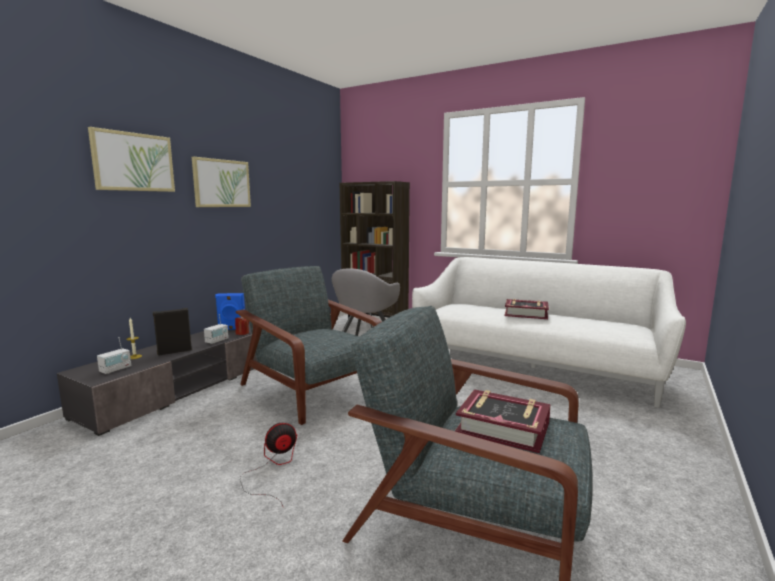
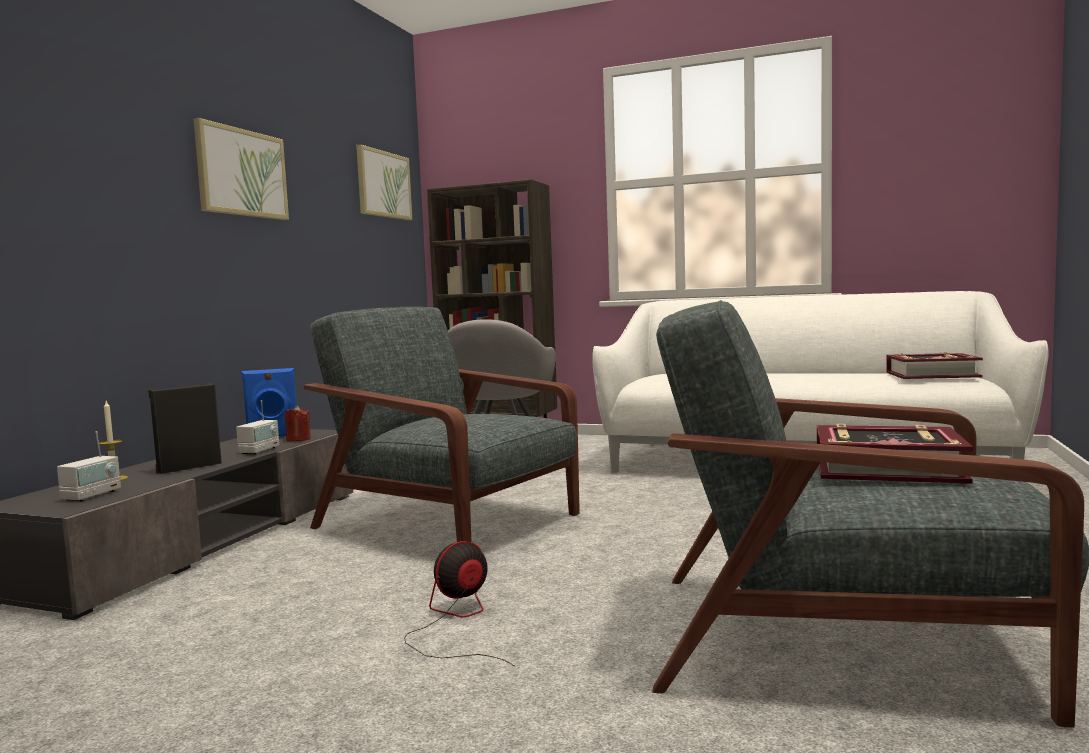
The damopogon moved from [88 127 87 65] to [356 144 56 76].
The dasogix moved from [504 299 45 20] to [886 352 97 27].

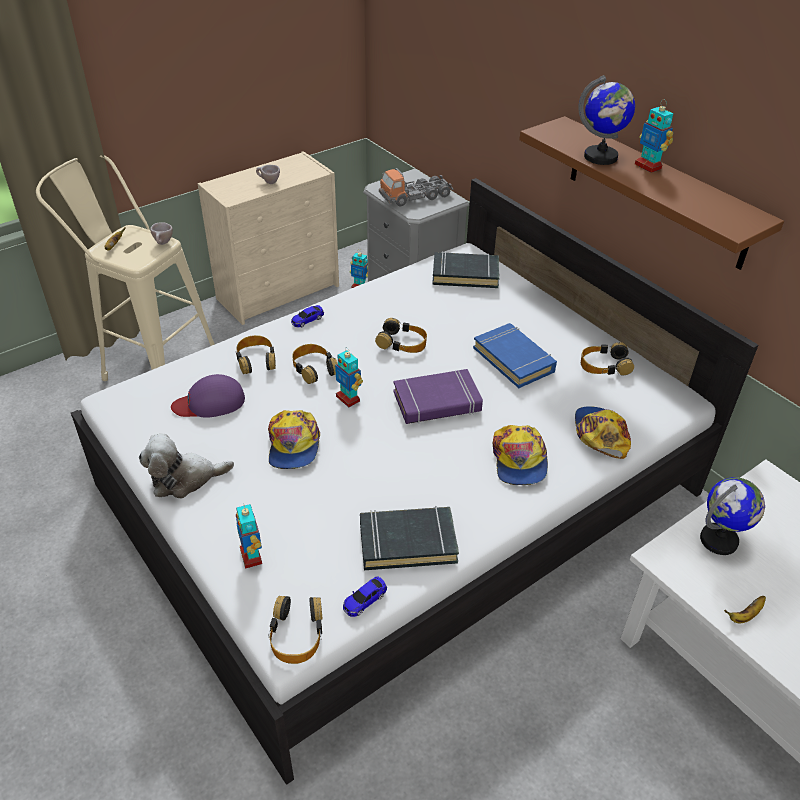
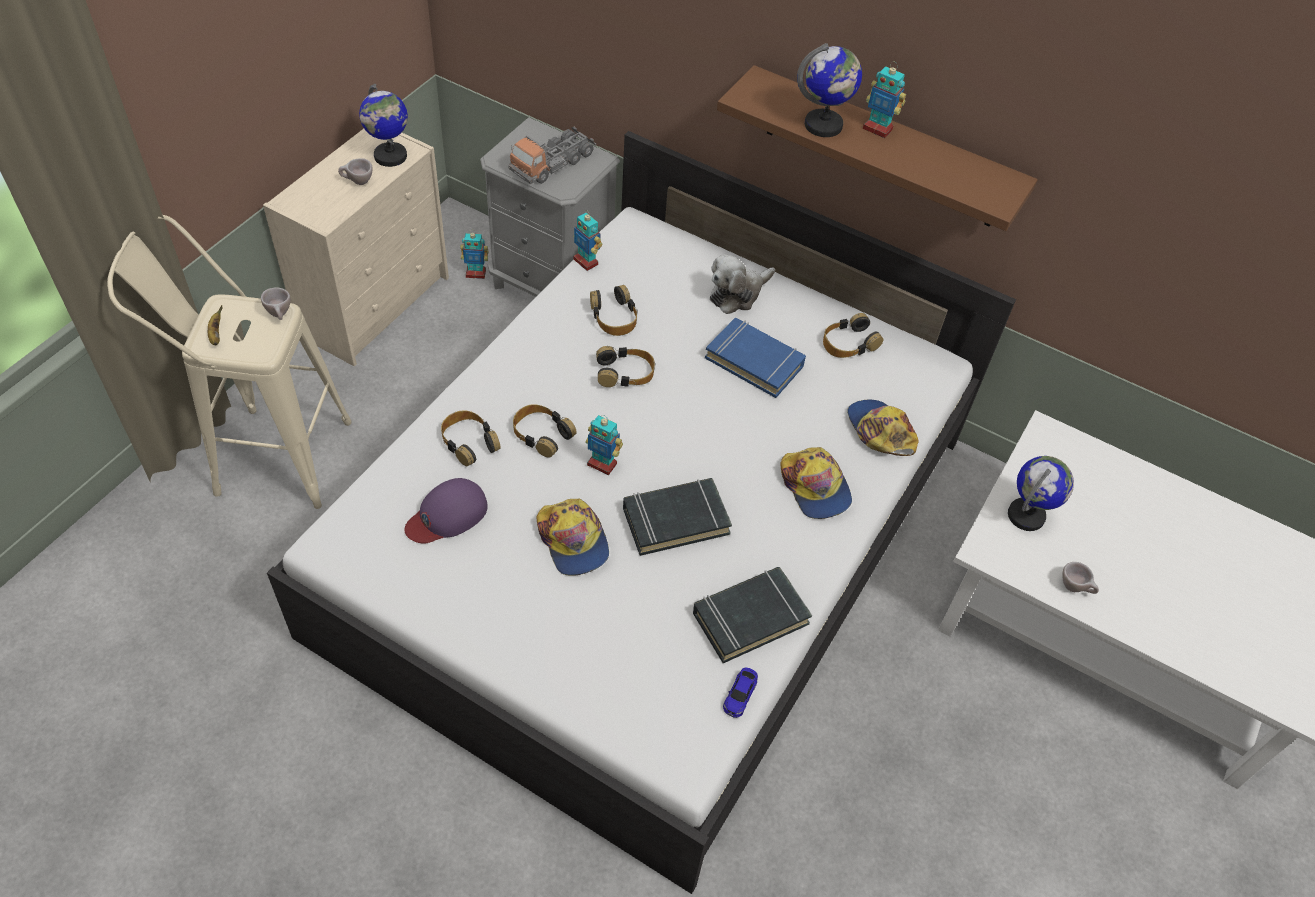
The black dasogix moved from [432 251 68 37] to [623 478 109 78].
The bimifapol at [291 305 33 22] disappeared.
The purple dasogix at [393 369 90 55] disappeared.
The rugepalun moved from [139 434 95 65] to [710 254 65 60].
The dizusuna moved from [236 504 26 65] to [573 210 29 61].
The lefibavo moved from [268 596 55 68] to [590 285 47 51].
The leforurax at [724 596 42 27] was replaced by the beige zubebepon at [1063 562 36 32].
The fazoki at [359 84 49 83] appeared.

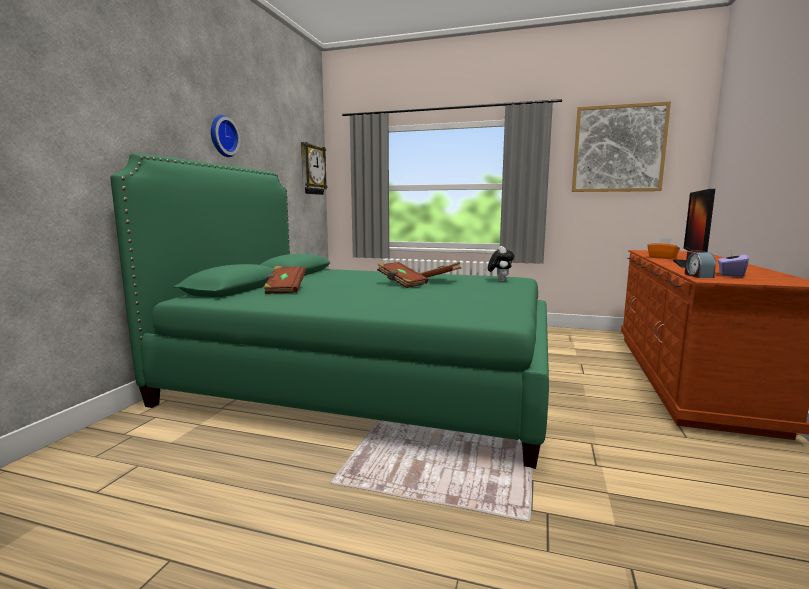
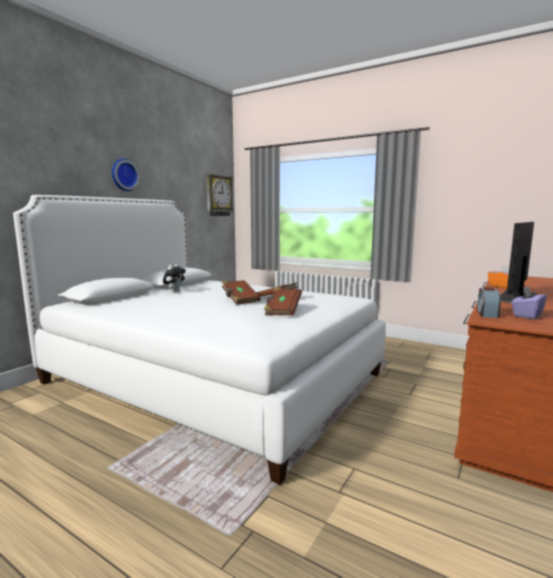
The damopogon at [572 101 99 91] disappeared.
The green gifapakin at [110 153 439 316] became the white gifapakin at [13 195 373 290].
The rugepalun moved from [488 246 27 35] to [163 264 23 28].
The brown dasogix moved from [263 266 43 28] to [264 288 38 28].

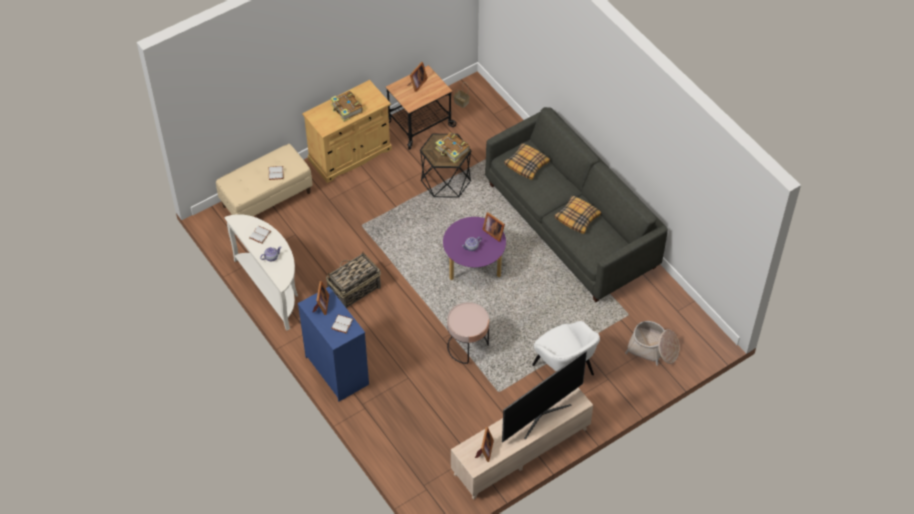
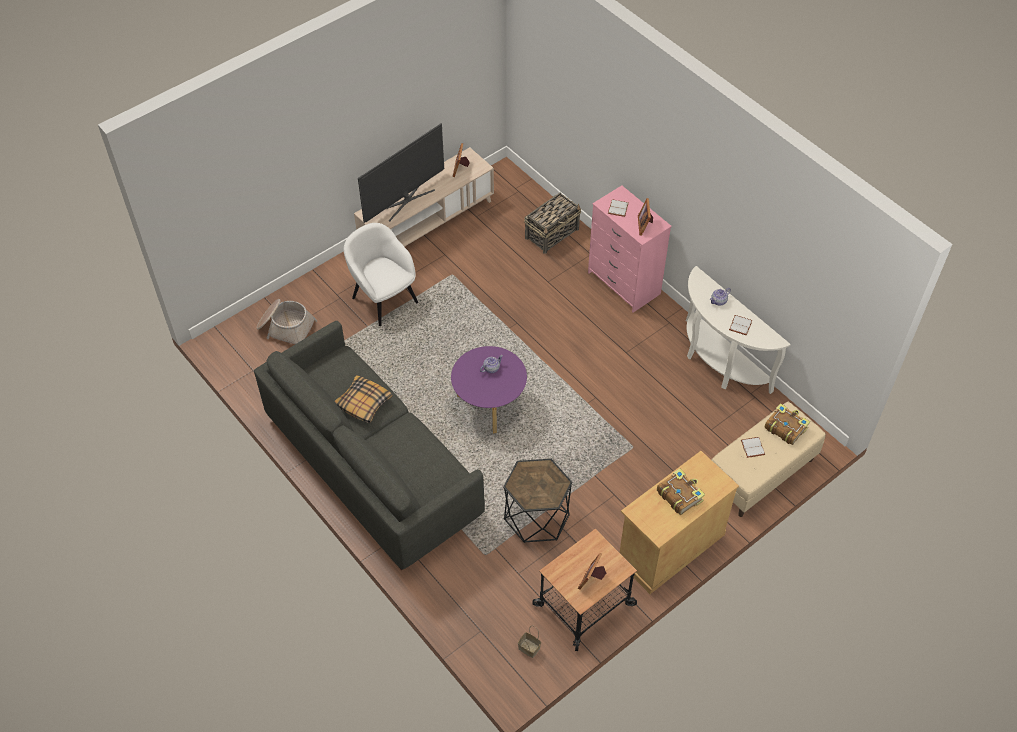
The dasogix moved from [435 132 35 31] to [764 403 46 42].
The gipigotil at [504 143 46 37] disappeared.
The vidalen at [482 212 23 30] disappeared.
The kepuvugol moved from [326 252 55 56] to [524 193 57 61].
The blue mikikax at [298 287 71 114] became the pink mikikax at [588 185 84 128].
The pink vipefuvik at [447 302 42 62] disappeared.

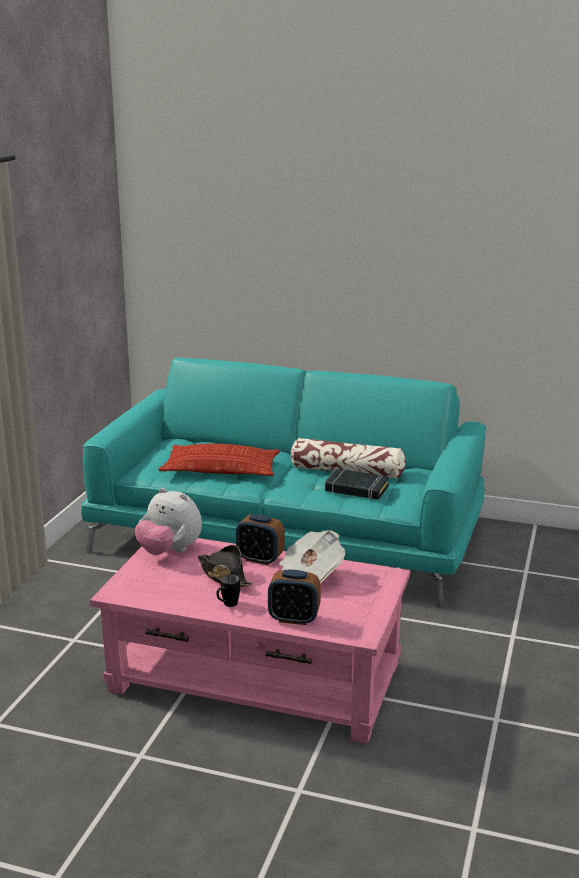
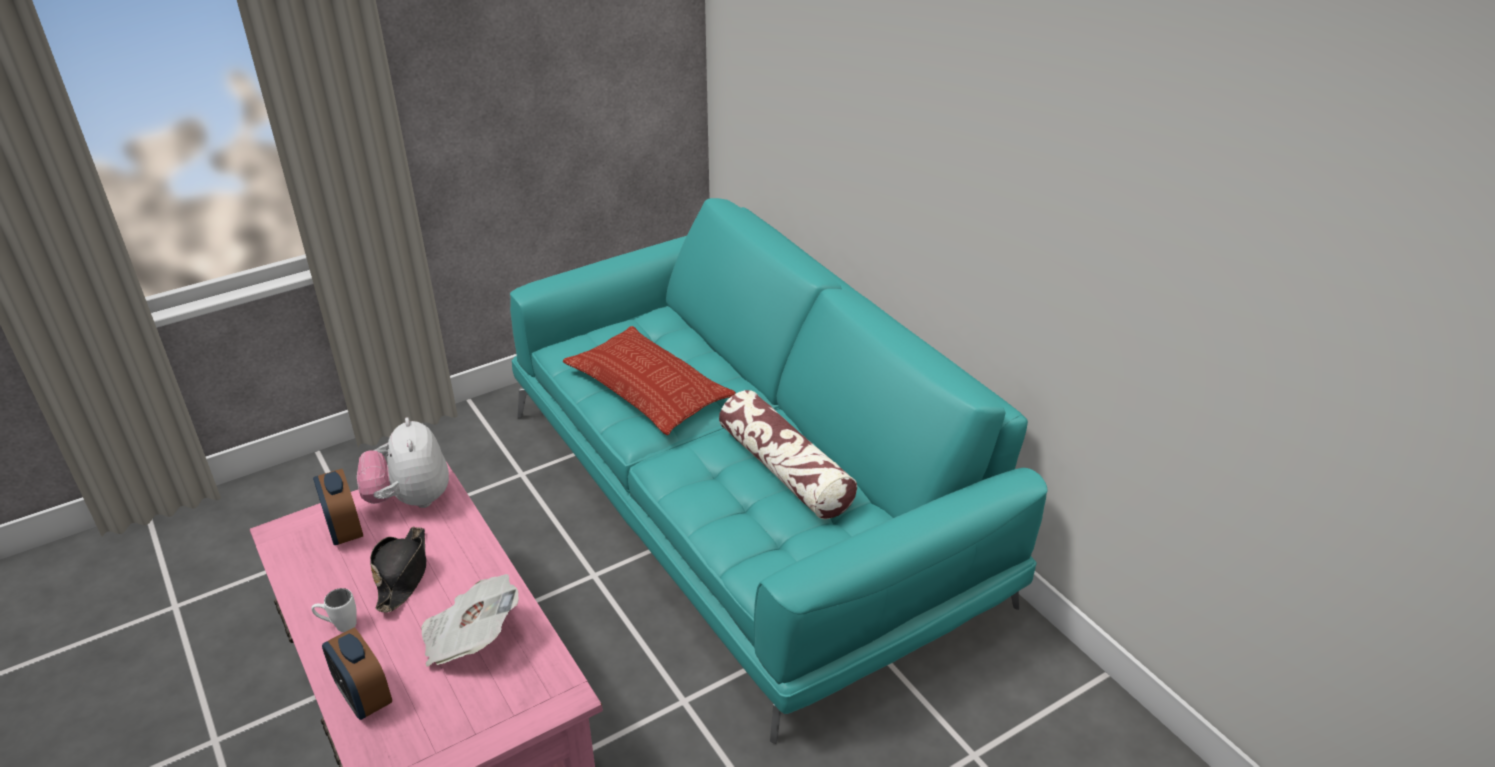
The black dasogix at [325 468 64 32] disappeared.
The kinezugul moved from [236 514 49 51] to [313 469 50 76].
The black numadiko at [216 575 24 32] became the white numadiko at [311 588 46 44].

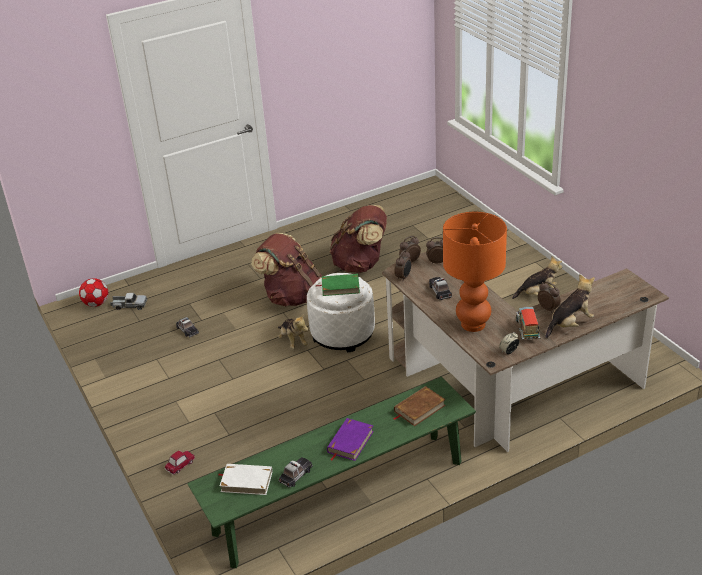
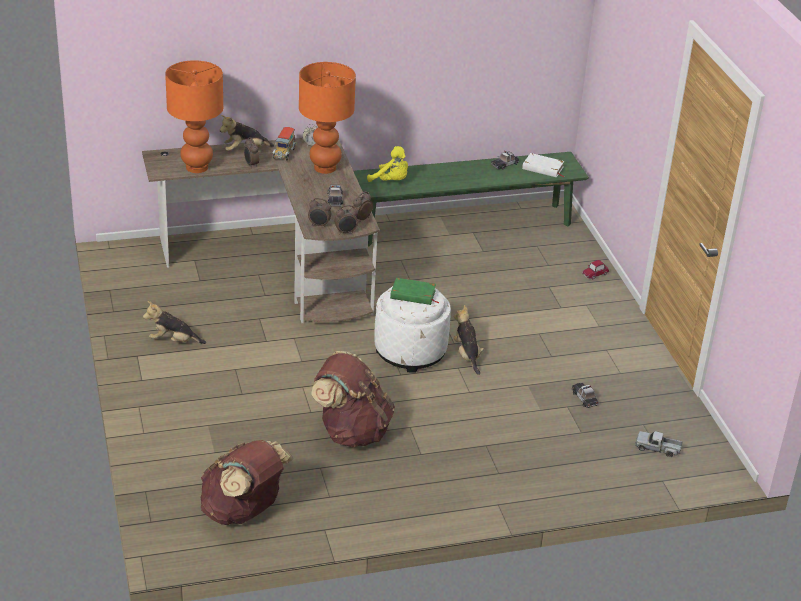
The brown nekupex moved from [251 233 71 73] to [201 440 92 85].
The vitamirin at [79 278 29 29] disappeared.
The brown dasogix at [393 386 53 40] was replaced by the yellow rugepalun at [367 146 41 36].
The purple dasogix at [327 418 47 43] disappeared.
The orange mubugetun at [165 60 58 113] appeared.

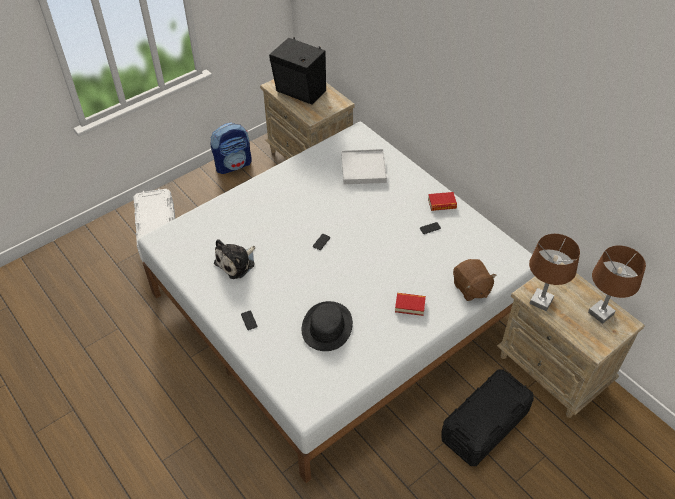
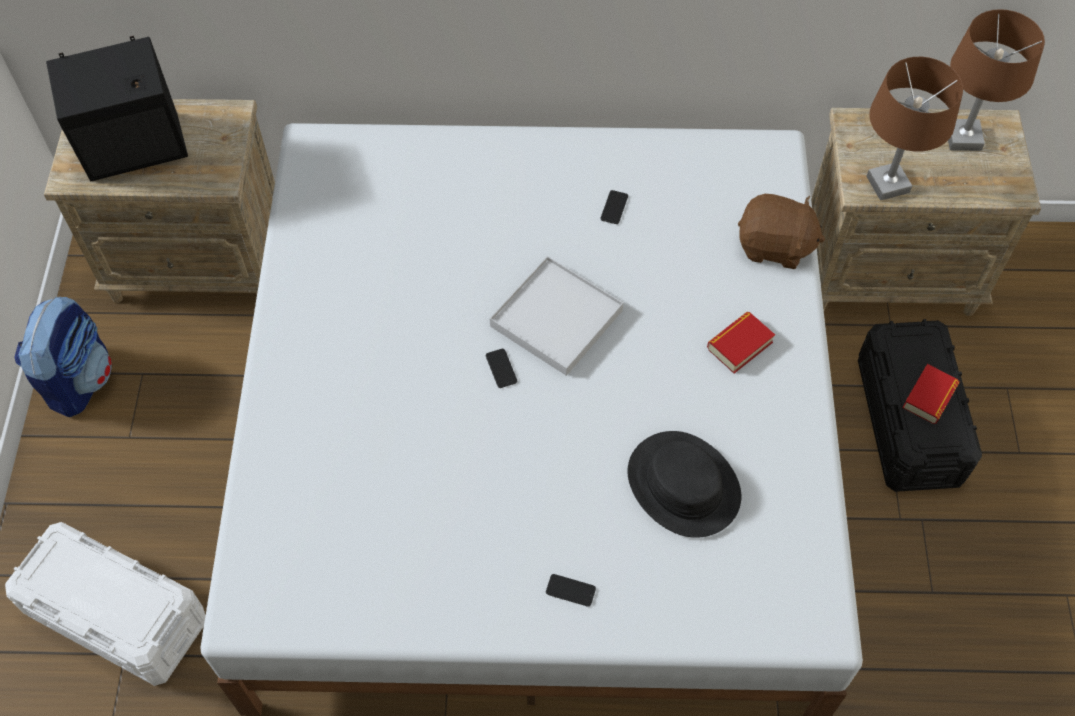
The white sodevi moved from [341 149 46 35] to [489 256 134 120].
The dasogix moved from [428 192 29 19] to [902 364 58 60].
The rugepalun at [214 239 41 40] disappeared.

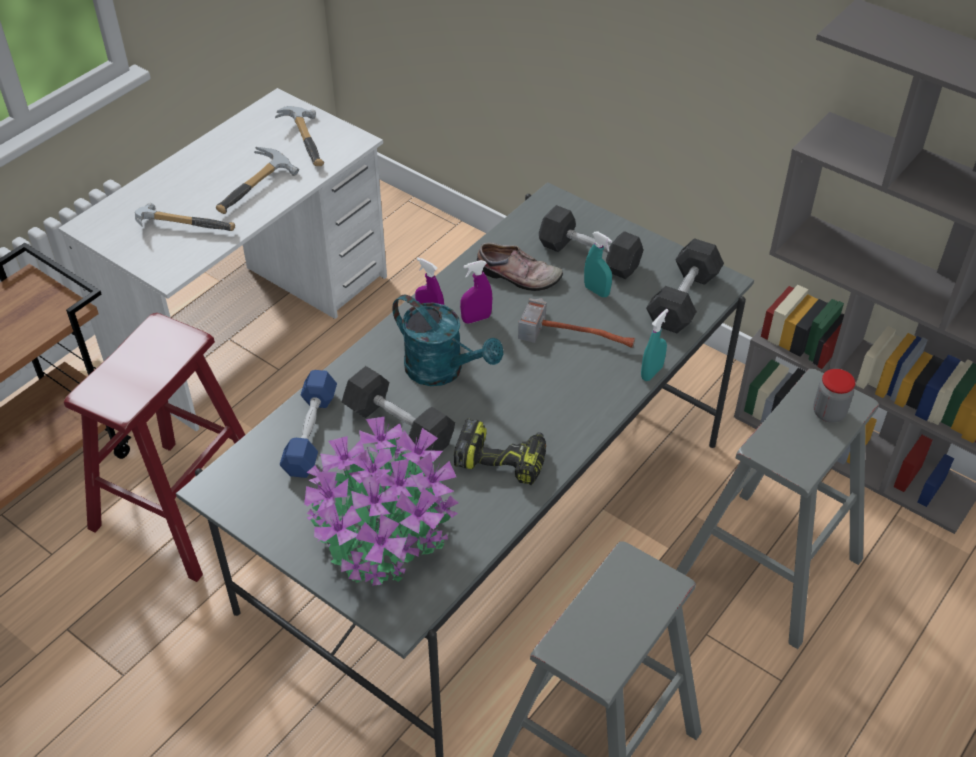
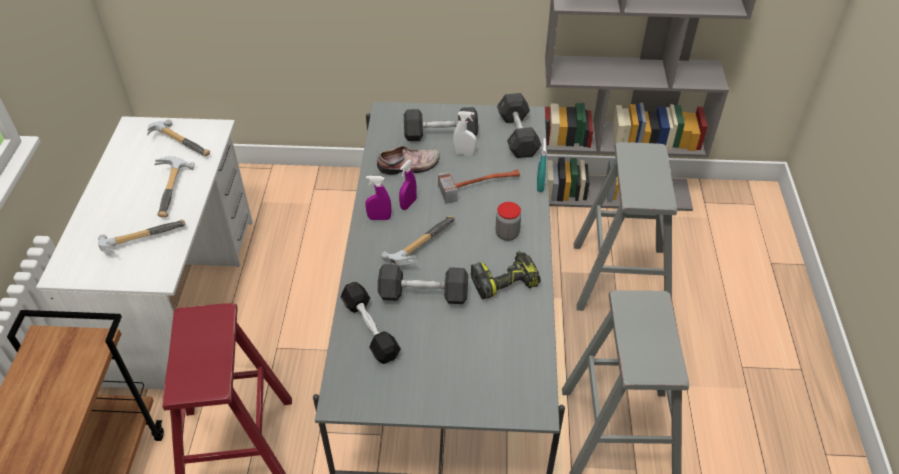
The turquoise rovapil at [584 232 28 65] became the white rovapil at [453 111 24 45].
The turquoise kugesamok at [392 295 111 91] was replaced by the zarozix at [381 216 74 49].
The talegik moved from [813 369 42 54] to [495 202 26 39].
The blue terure at [279 370 58 108] became the black terure at [341 282 60 82].
The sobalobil at [304 417 154 169] disappeared.

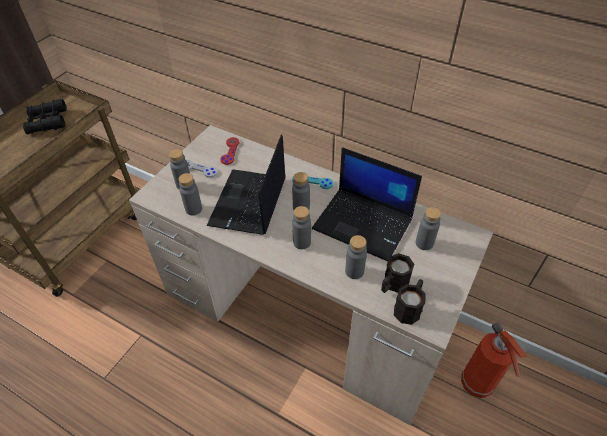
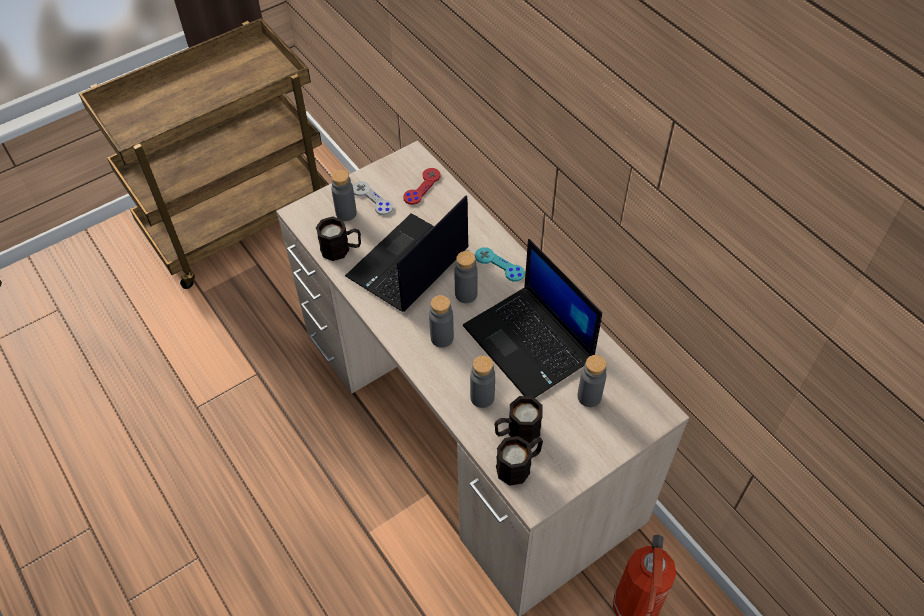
The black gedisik at [23 99 44 35] disappeared.
The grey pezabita at [178 173 24 42] was replaced by the black numadiko at [316 216 45 45].

